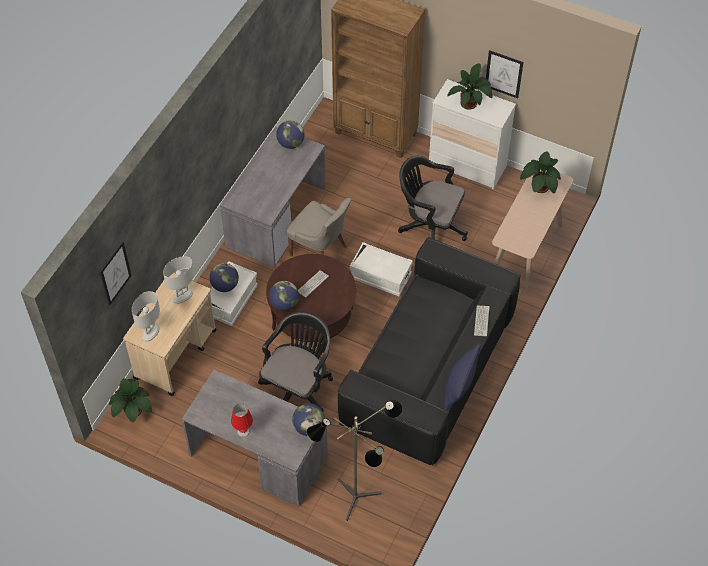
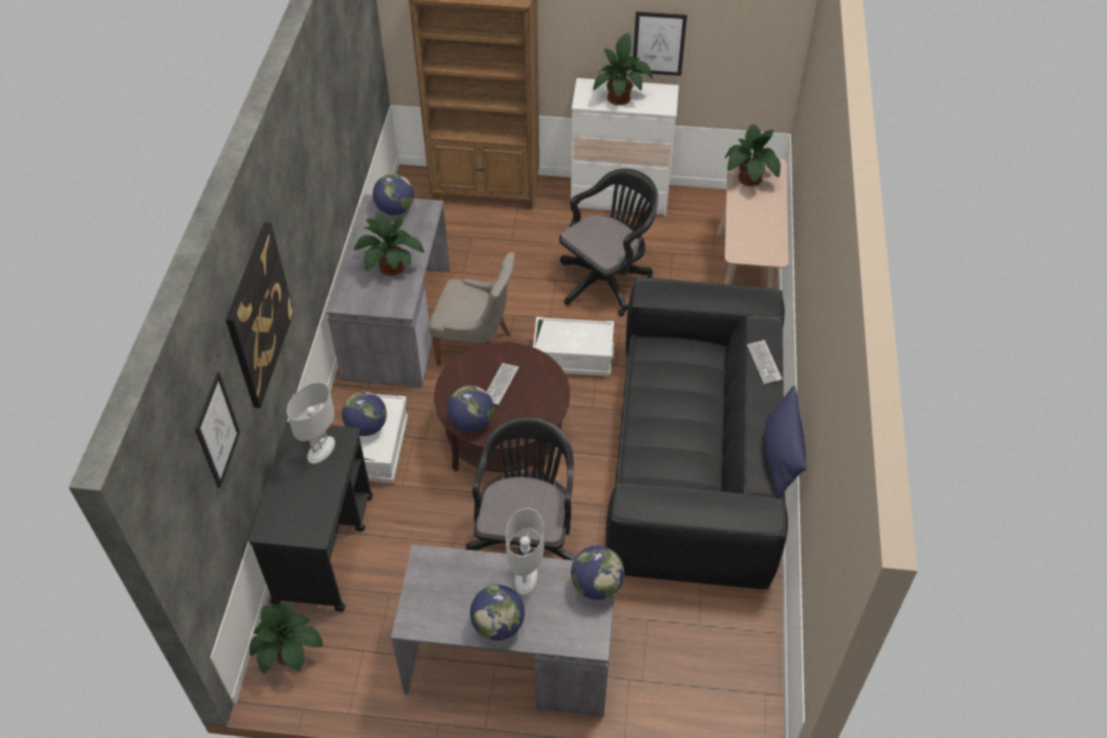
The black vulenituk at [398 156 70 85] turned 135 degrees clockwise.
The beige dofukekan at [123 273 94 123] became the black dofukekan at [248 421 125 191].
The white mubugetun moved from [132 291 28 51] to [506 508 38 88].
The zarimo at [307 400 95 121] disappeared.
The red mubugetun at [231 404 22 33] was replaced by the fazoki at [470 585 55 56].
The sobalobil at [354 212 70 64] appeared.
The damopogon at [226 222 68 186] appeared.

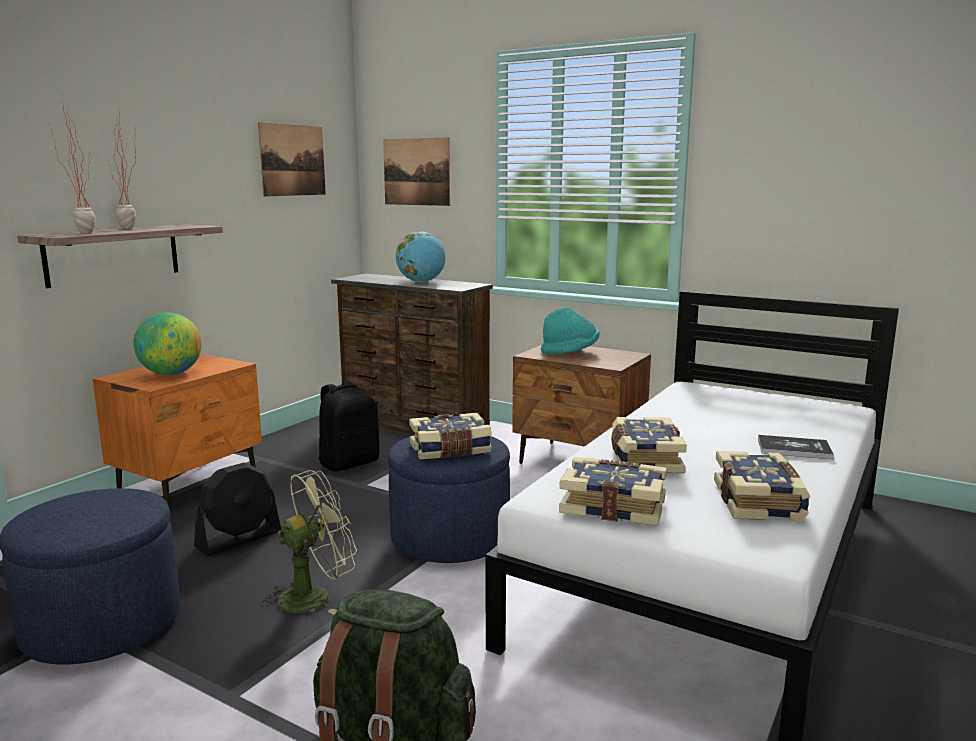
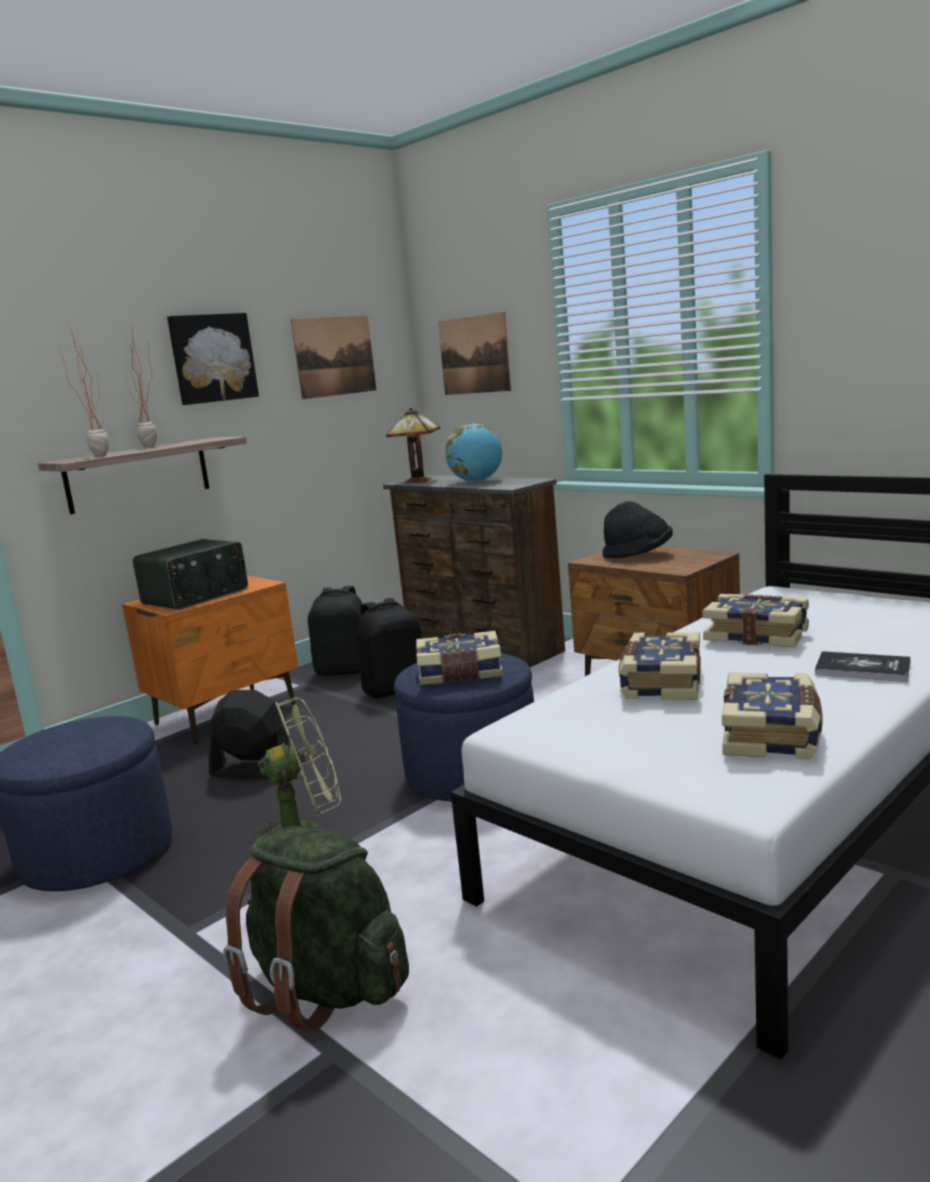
The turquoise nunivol at [541 307 59 47] became the black nunivol at [603 501 70 57].
The fazoki at [133 312 69 63] was replaced by the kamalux at [133 539 115 71].
The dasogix moved from [559 457 108 69] to [702 594 107 53].
The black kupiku at [194 463 87 93] turned 135 degrees counterclockwise.
The damopogon at [167 313 92 92] appeared.
The mubugetun at [386 408 54 75] appeared.
The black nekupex at [308 586 54 90] appeared.

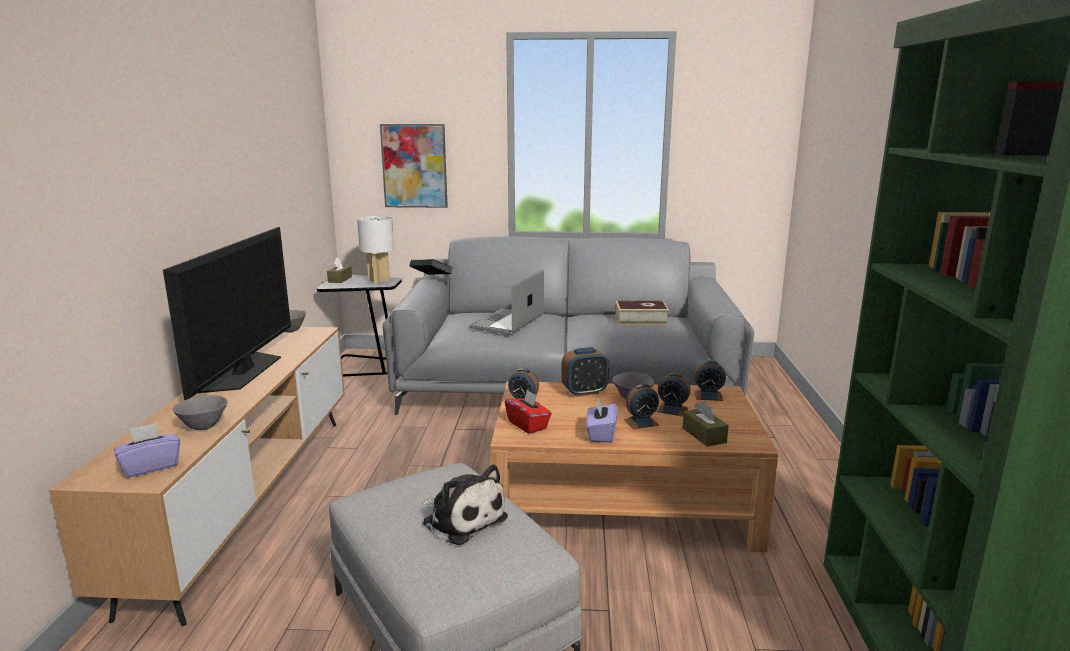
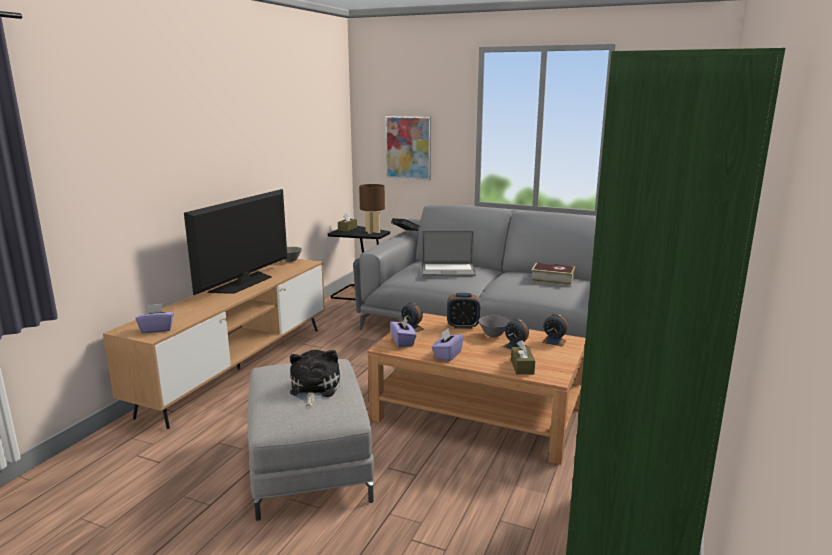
The white mubugetun at [357 216 37 68] became the brown mubugetun at [359 184 26 50].
The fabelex at [469 269 75 65] turned 135 degrees counterclockwise.
The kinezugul at [624 384 35 45] disappeared.
The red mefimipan at [505 389 47 45] became the purple mefimipan at [390 318 27 29].
The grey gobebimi at [173 395 55 35] disappeared.
The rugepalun at [422 465 86 80] turned 150 degrees counterclockwise.

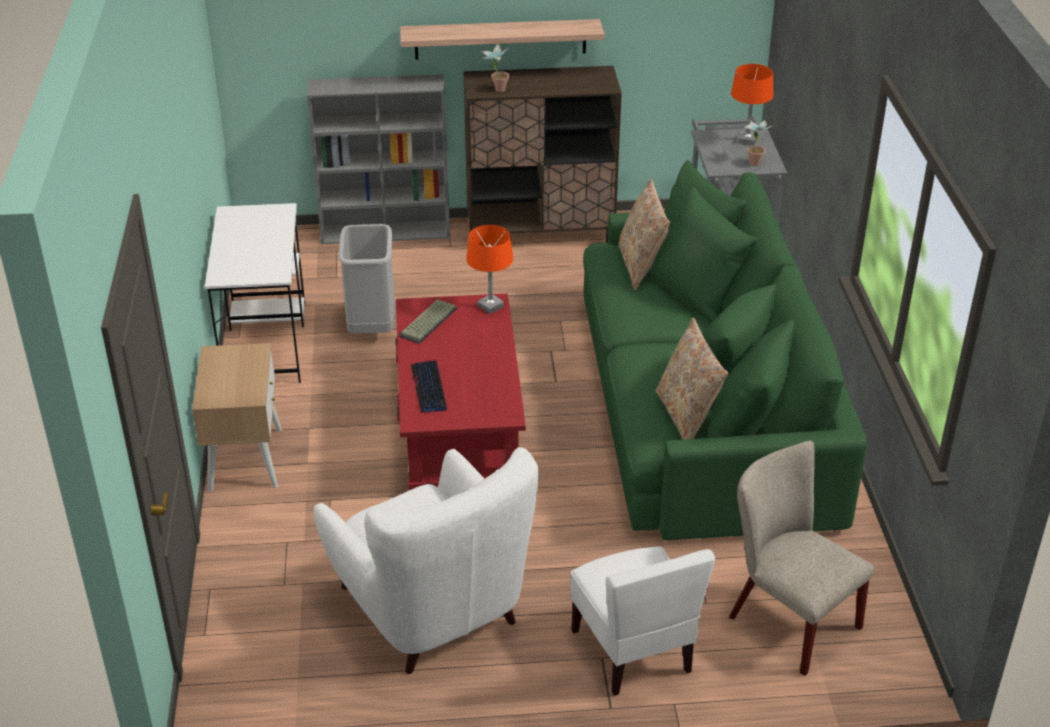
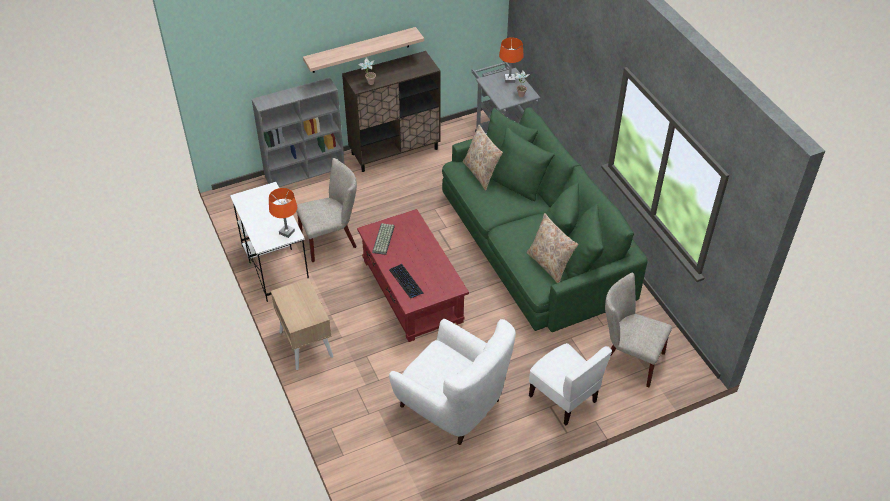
The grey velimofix at [338 224 57 110] was replaced by the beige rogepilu at [296 158 61 104].
The orange mubugetun moved from [467 225 46 89] to [269 188 28 50].

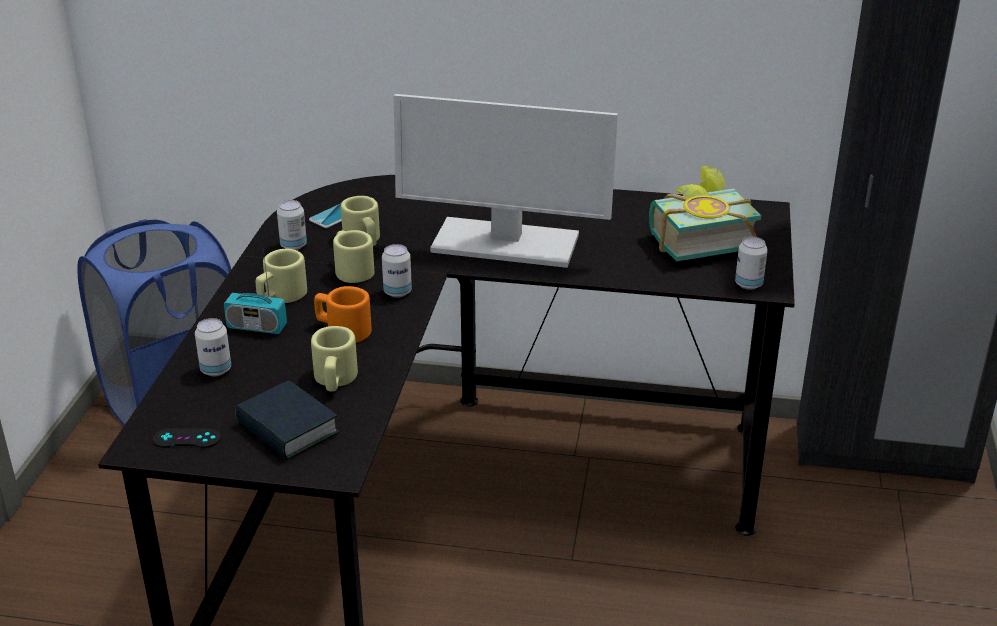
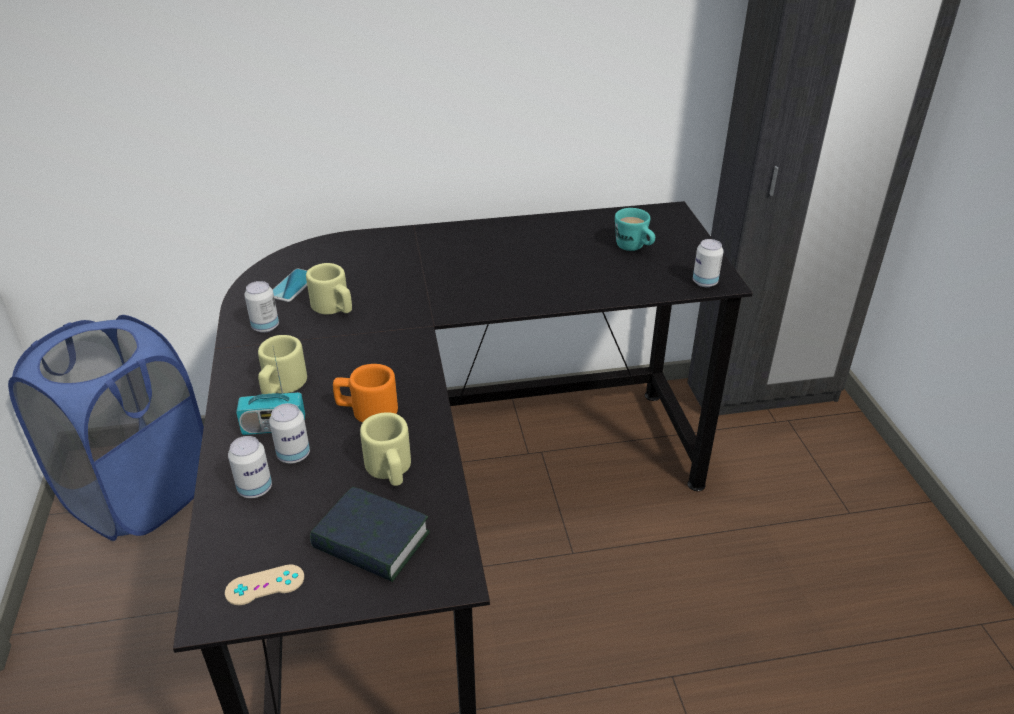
The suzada at [393 94 225 174] disappeared.
The dasogix at [649 166 112 96] was replaced by the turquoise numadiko at [615 208 40 43].
The beige numadiko at [333 230 41 53] disappeared.
The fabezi moved from [382 244 30 54] to [269 403 41 60].
The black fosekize at [153 428 68 20] became the beige fosekize at [225 564 79 41].

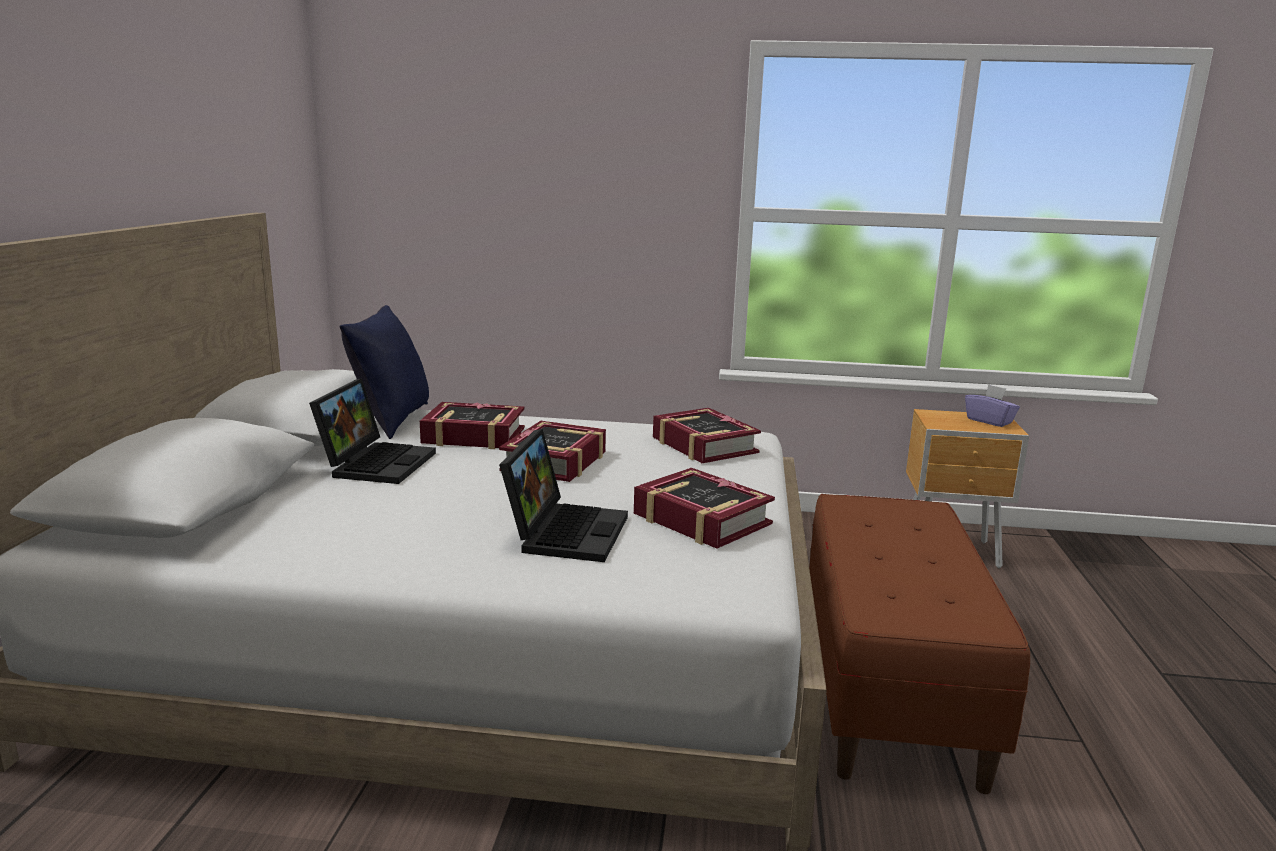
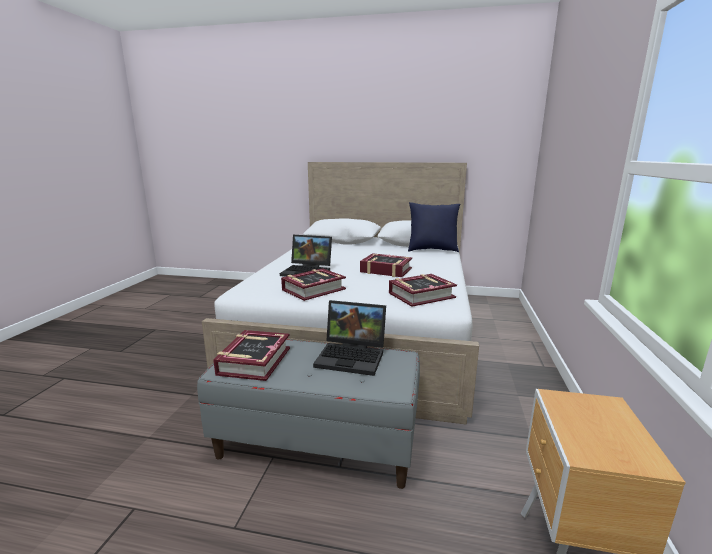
The fabelex moved from [309 378 127 106] to [313 300 73 76].
The purple mefimipan at [965 384 55 43] disappeared.
The dasogix moved from [420 402 105 47] to [213 330 77 51].
The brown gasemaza at [809 494 221 300] became the grey gasemaza at [197 339 223 150].

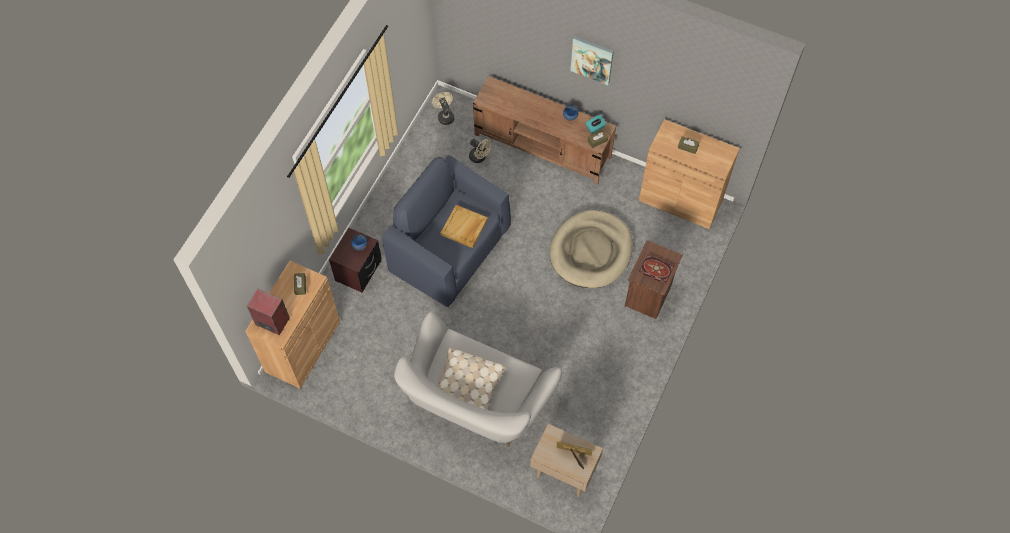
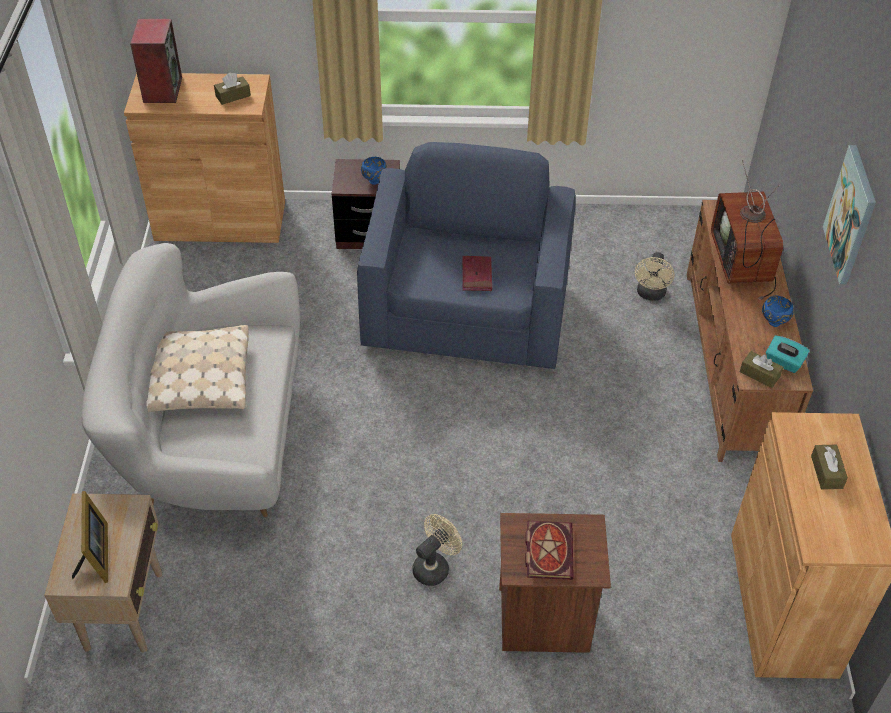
The beige kupiku moved from [432 92 22 33] to [412 514 50 72].
The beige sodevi at [440 205 48 43] was replaced by the red dasogix at [462 256 30 35].
The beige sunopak at [550 210 83 78] disappeared.
The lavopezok at [711 160 72 140] appeared.

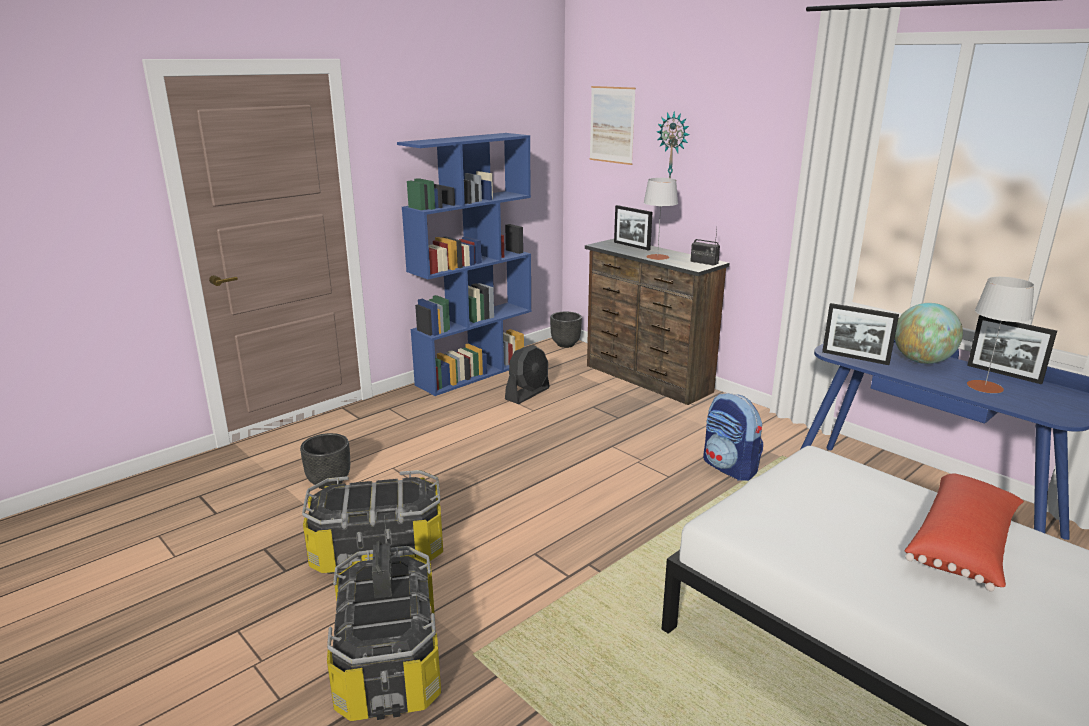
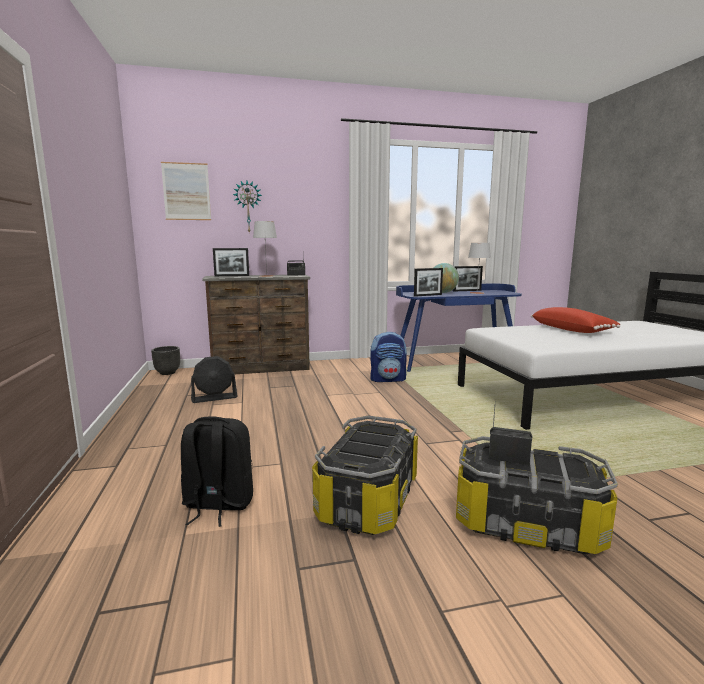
The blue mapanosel at [397 133 135 263] disappeared.
The black kupiku at [505 345 45 59] turned 90 degrees clockwise.
The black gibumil at [300 433 50 56] was replaced by the black nekupex at [181 416 72 111].

